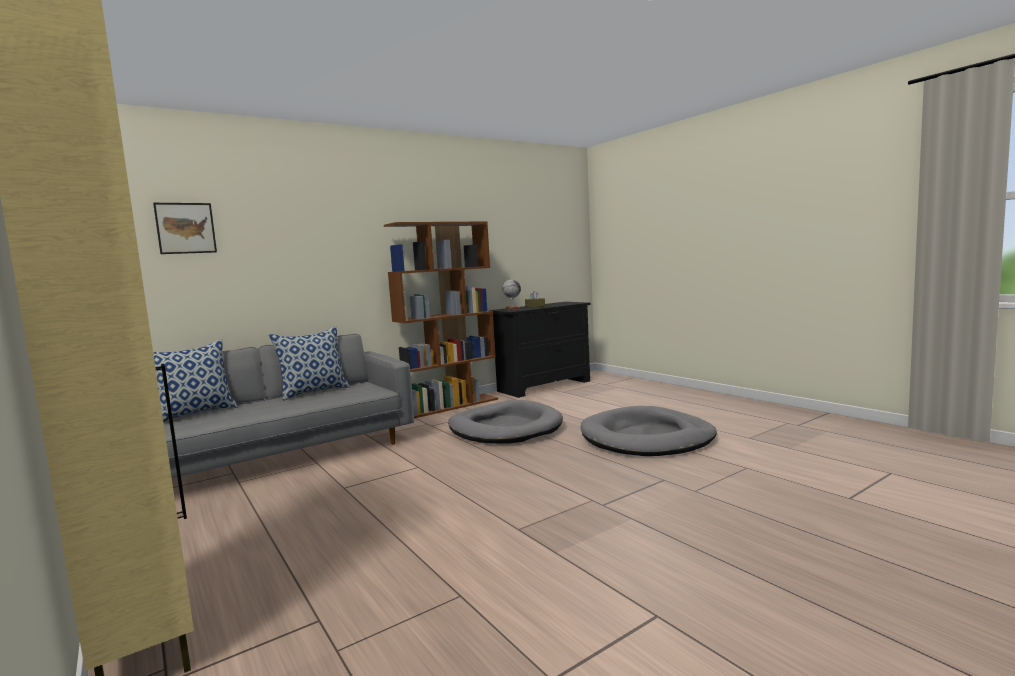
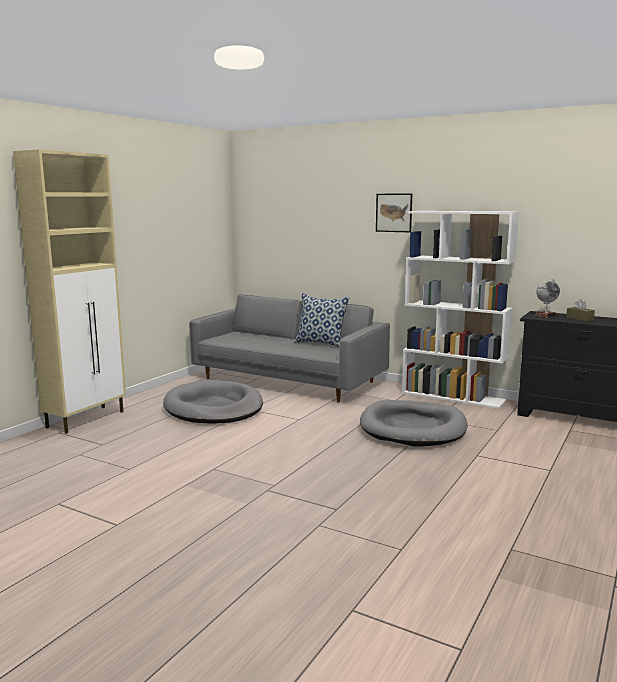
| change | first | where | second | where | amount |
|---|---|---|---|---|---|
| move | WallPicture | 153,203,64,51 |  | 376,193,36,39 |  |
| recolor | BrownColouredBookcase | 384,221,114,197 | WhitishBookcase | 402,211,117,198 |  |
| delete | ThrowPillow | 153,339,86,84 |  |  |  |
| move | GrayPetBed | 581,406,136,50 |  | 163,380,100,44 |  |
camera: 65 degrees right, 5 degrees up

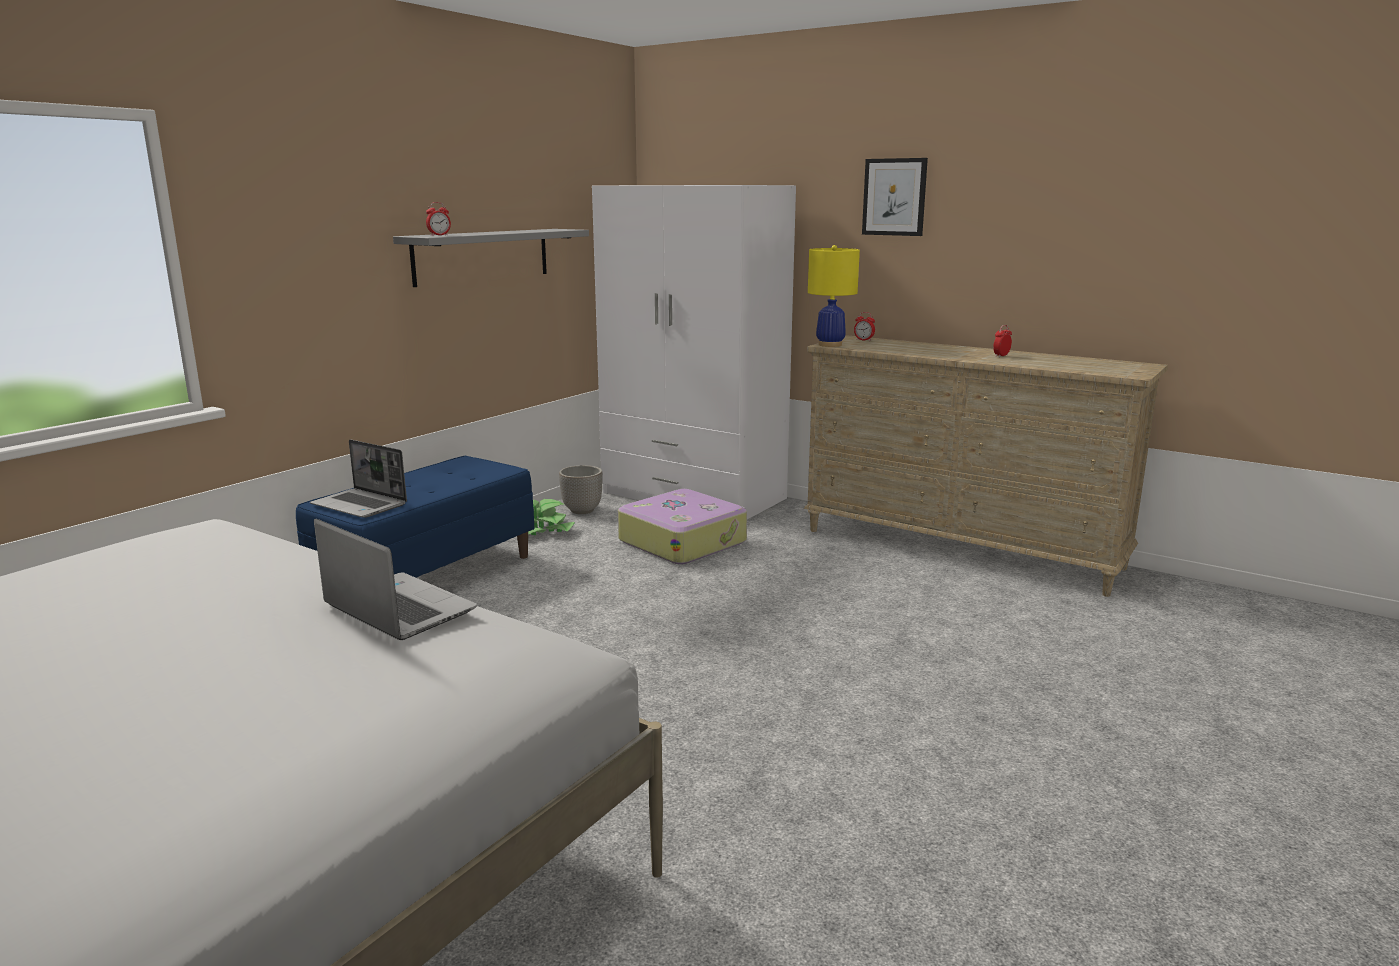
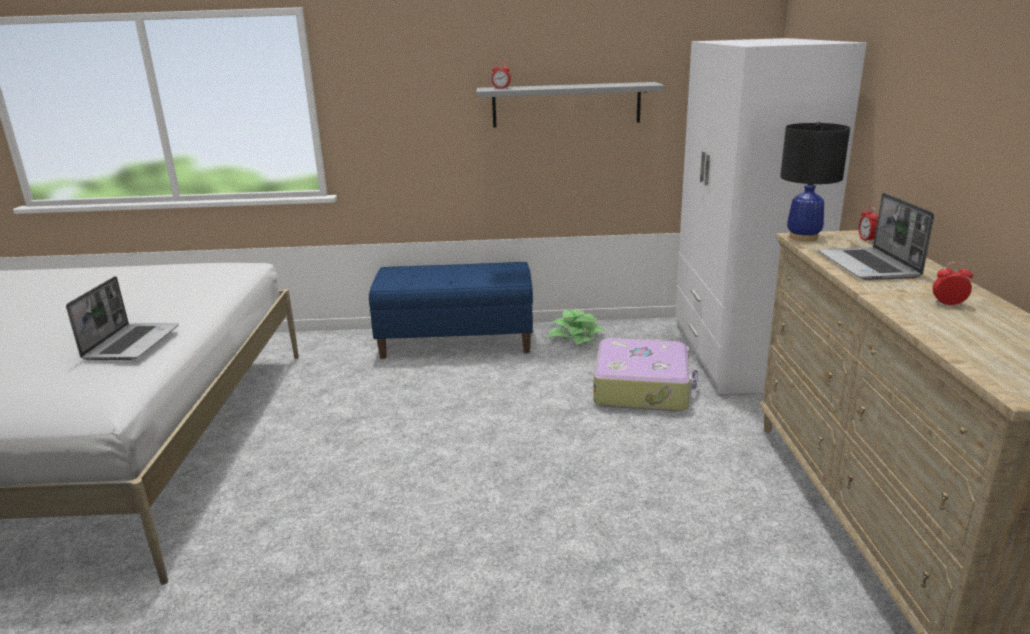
| change | first | where | second | where | amount |
|---|---|---|---|---|---|
| delete | WallPicture | 862,158,66,78 |  |  |  |
| recolor | YellowishTableLamp | 808,245,52,102 | BlackColouredTableLamp | 780,122,70,119 |  |
| move | NotebookComputer | 310,439,97,79 |  | 818,193,116,87 |  |
| delete | FlowerPot | 559,465,44,49 |  |  |  |
camera: 55 degrees right, 5 degrees up

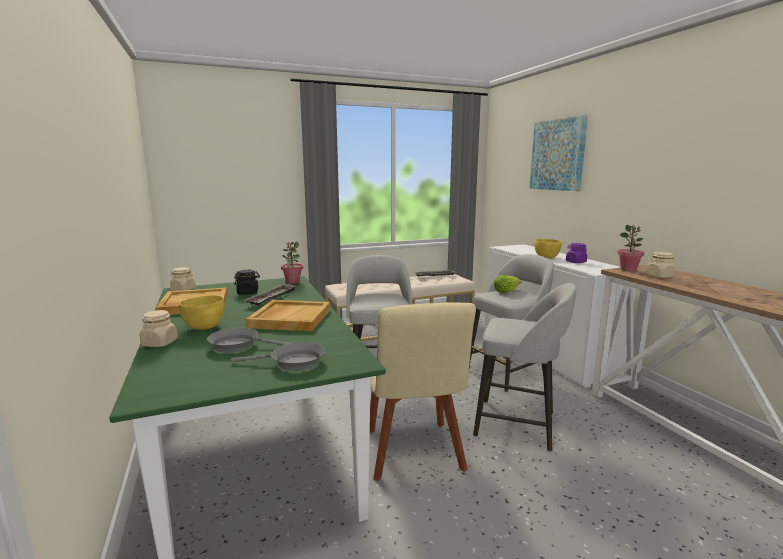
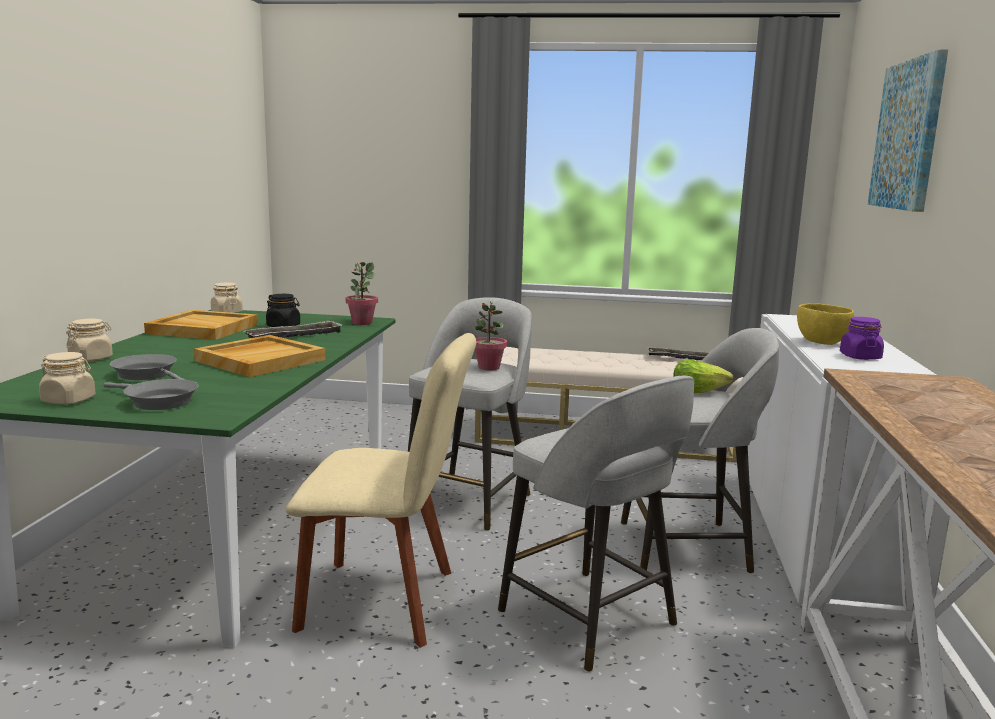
| change | first | where | second | where | amount |
|---|---|---|---|---|---|
| move | Houseplant | 617,225,27,46 |  | 475,301,32,69 |  |
| move | BeigeColouredPreserveJar | 646,252,30,26 |  | 39,352,57,52 |  |
| delete | YellowishDeepDish | 179,295,46,35 |  |  |  |
| rotate | BeigeColouredUprightChair | 370,302,106,179 |  | 285,333,191,315 | 105 degrees counterclockwise |
camera: 30 degrees right, 0 degrees up

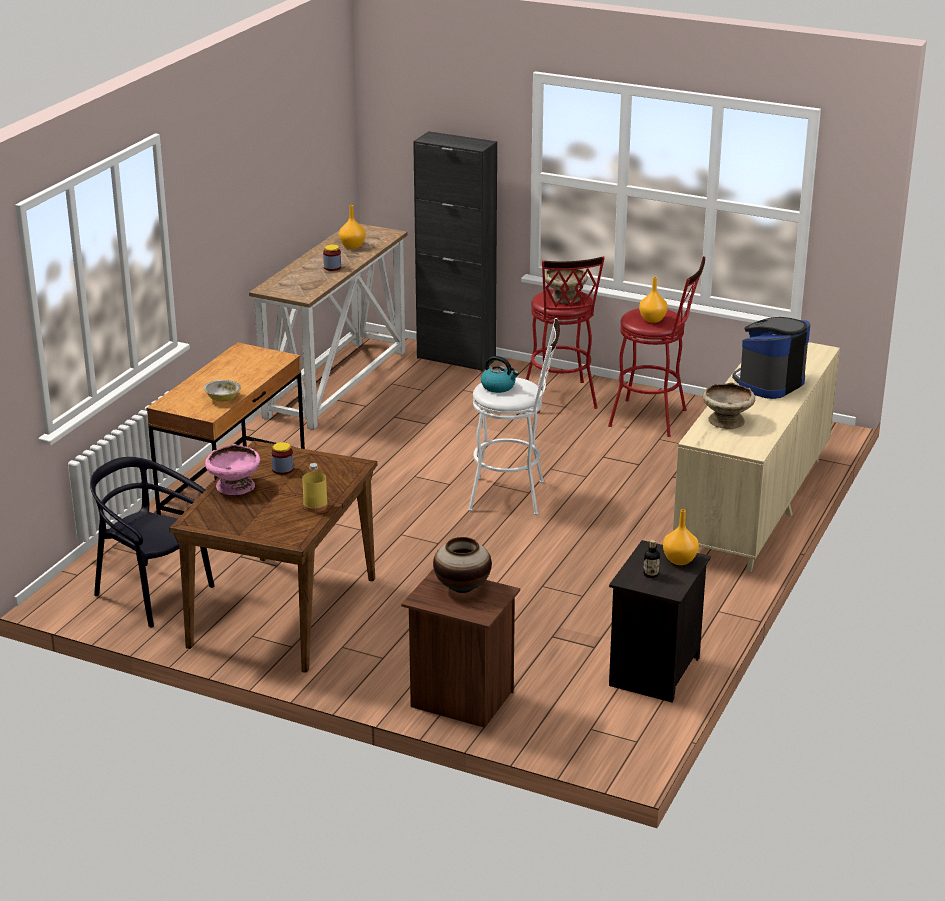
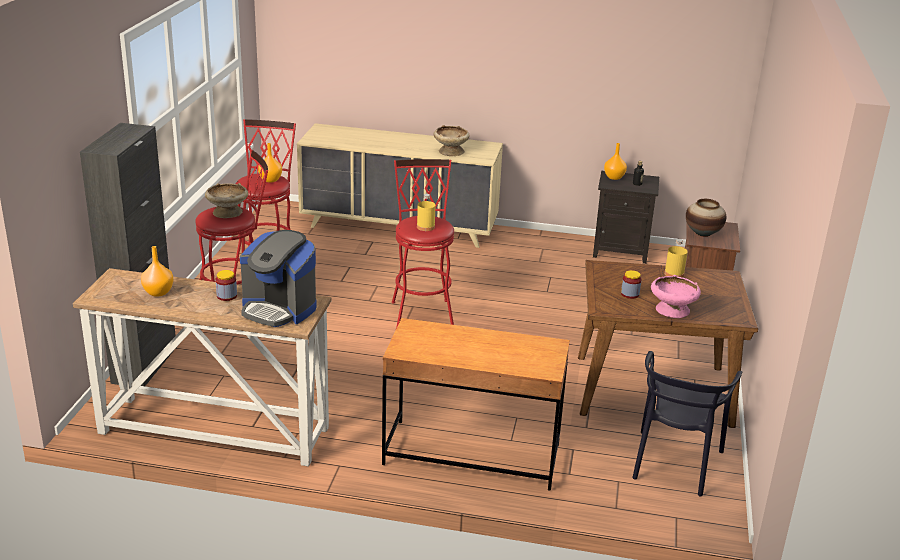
| change | first | where | second | where | amount |
|---|---|---|---|---|---|
| move | CoffeeBrewer | 732,317,78,82 |  | 240,230,77,97 |  |
| recolor | WhitishSittingStool | 468,318,92,197 | ReddishSittingStool | 392,159,62,169 |  |
| replace | TeaKettle | 481,356,38,37 | YellowishDrinkBottle | 417,194,18,37 |  |
| delete | DeepDish | 204,380,37,22 |  |  |  |
camera: 105 degrees left, 0 degrees up

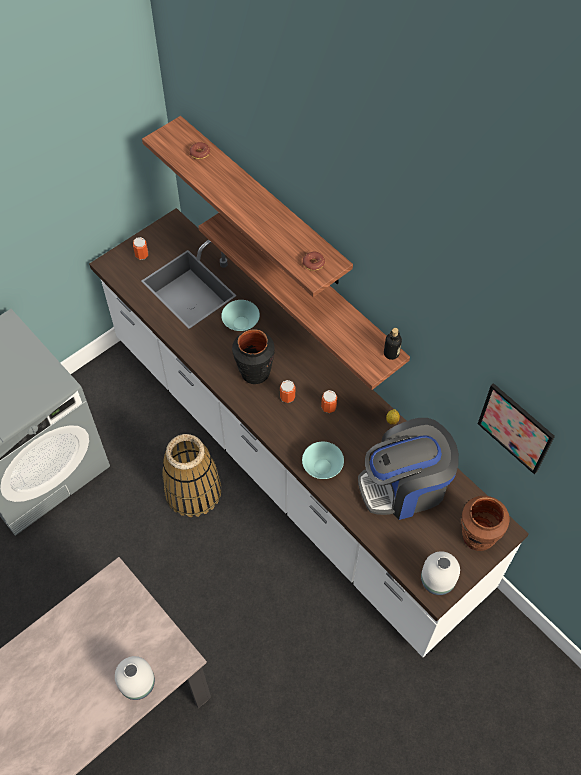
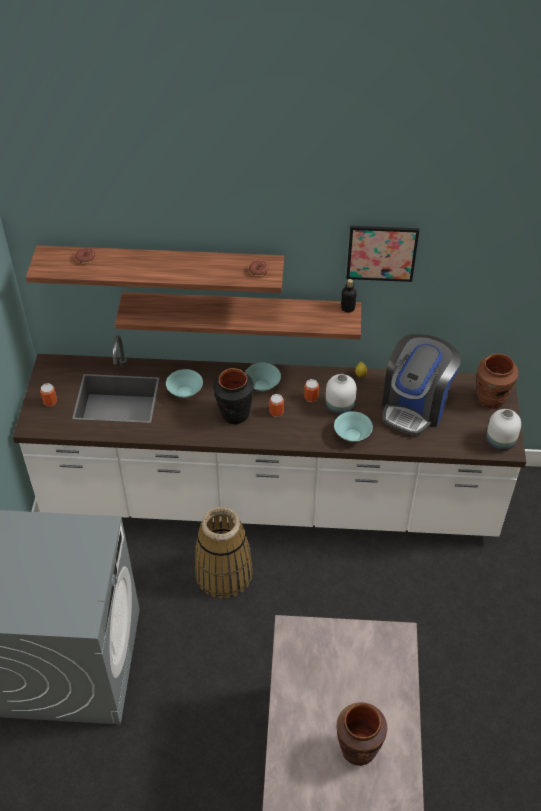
| change | first | where | second | where | amount |
|---|---|---|---|---|---|
| move | WallPicture | 478,383,77,91 |  | 346,226,73,56 |  |
| move | WhitishVase | 115,656,40,44 |  | 325,374,32,41 |  |
| insert |  |  | TurquoiseDeepDish | 245,363,36,28 |  |
| insert |  |  | BrownColouredVase | 336,702,52,64 |  |
camera: 45 degrees left, 10 degrees down

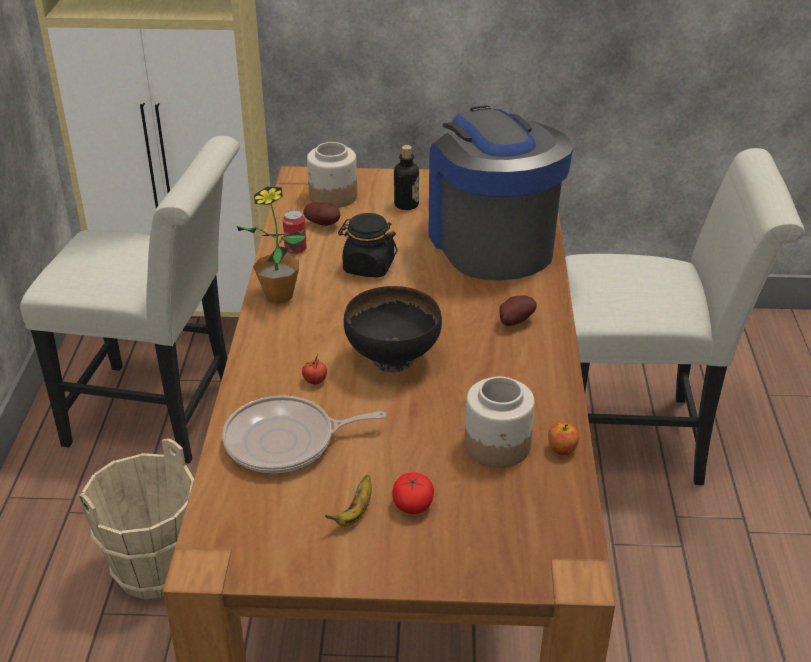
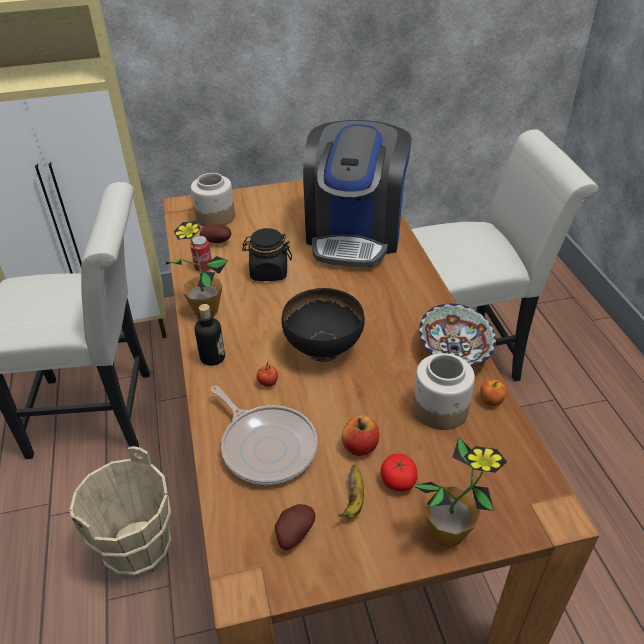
| change | first | where | second | where | amount |
|---|---|---|---|---|---|
| rotate | CoffeeBrewer | 428,105,145,175 |  | 303,120,109,147 | 135 degrees counterclockwise |
| move | DrinkBottle | 394,145,25,65 |  | 194,304,31,62 |  |
| move | Potato | 499,295,38,31 |  | 275,504,40,46 |  |
| rotate | Pan | 222,395,164,78 |  | 211,385,107,100 | 105 degrees counterclockwise |
| insert |  |  | DeepDish | 419,304,77,62 |  |
| insert |  |  | AppleFruit | 342,415,37,41 |  |
| insert |  |  | Houseplant | 412,437,95,111 |  |
camera: 15 degrees left, 5 degrees up

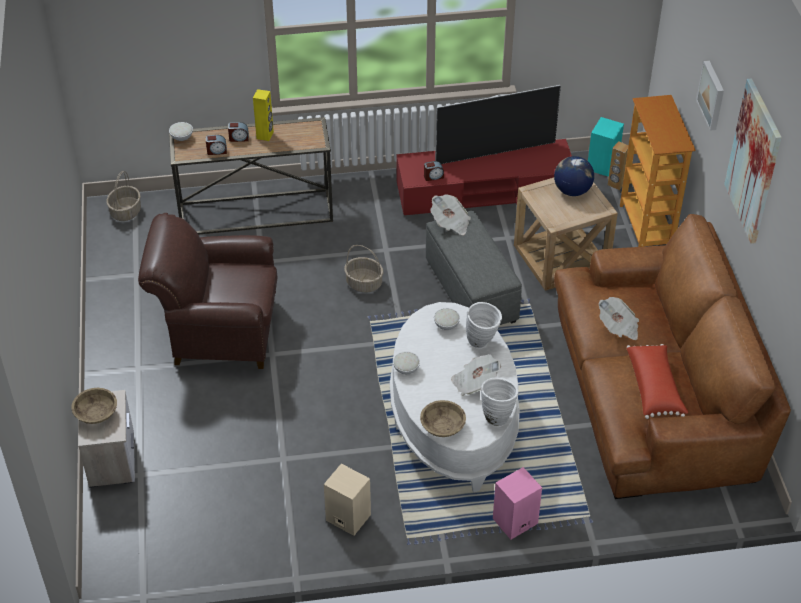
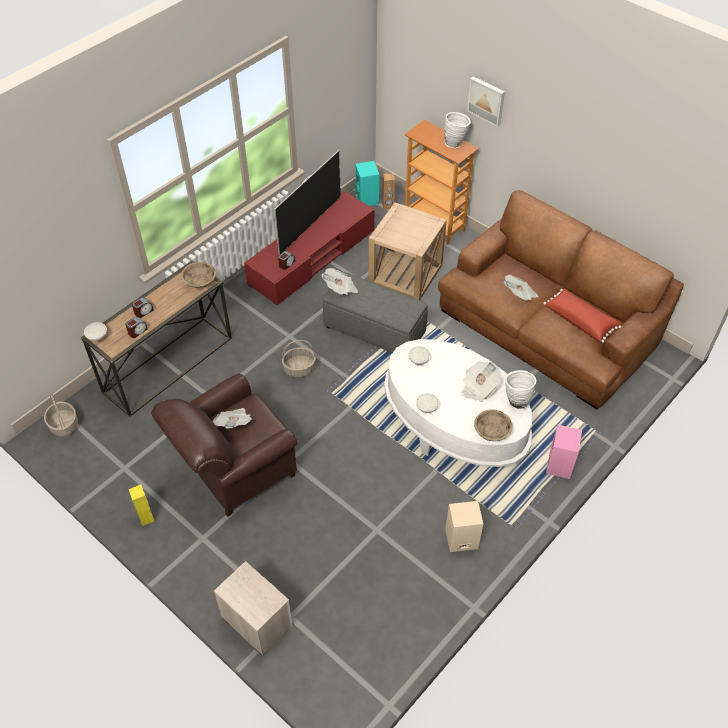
| change | first | where | second | where | amount |
|---|---|---|---|---|---|
| delete | WallPicture | 724,78,58,166 |  |  |  |
| move | YellowishLoudspeaker | 253,89,21,52 |  | 128,484,26,42 |  |
| delete | DeskGlobe | 554,156,40,40 |  |  |  |
| move | WhitishVase | 466,302,36,47 |  | 444,112,27,36 |  |
| move | BeigeColouredDeepDish | 71,388,46,36 |  | 181,262,35,26 |  |
| insert |  |  | DailyPaper | 213,408,40,20 |  |
camera: 40 degrees left, 5 degrees up

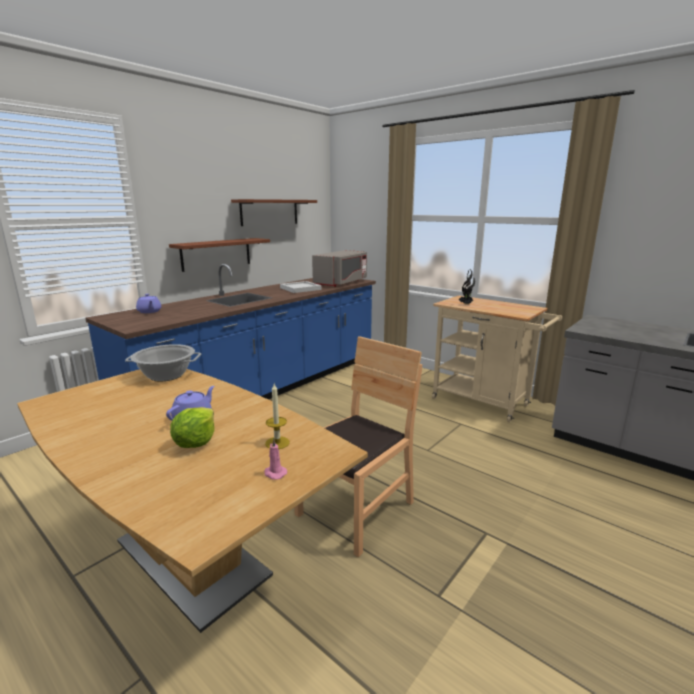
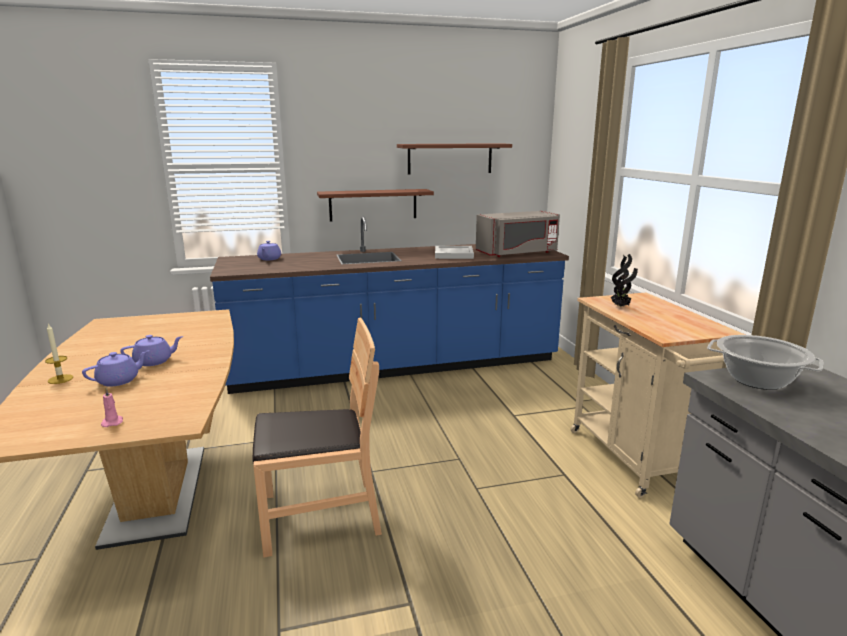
| change | first | where | second | where | amount |
|---|---|---|---|---|---|
| move | CookingPot | 125,344,76,38 |  | 707,335,116,55 |  |
| move | WaxCandle | 265,384,25,65 |  | 45,323,28,61 |  |
| replace | HeadOfLettuce | 170,407,45,41 | PurplePotForTea | 82,350,67,36 |  |
camera: 35 degrees right, 0 degrees up

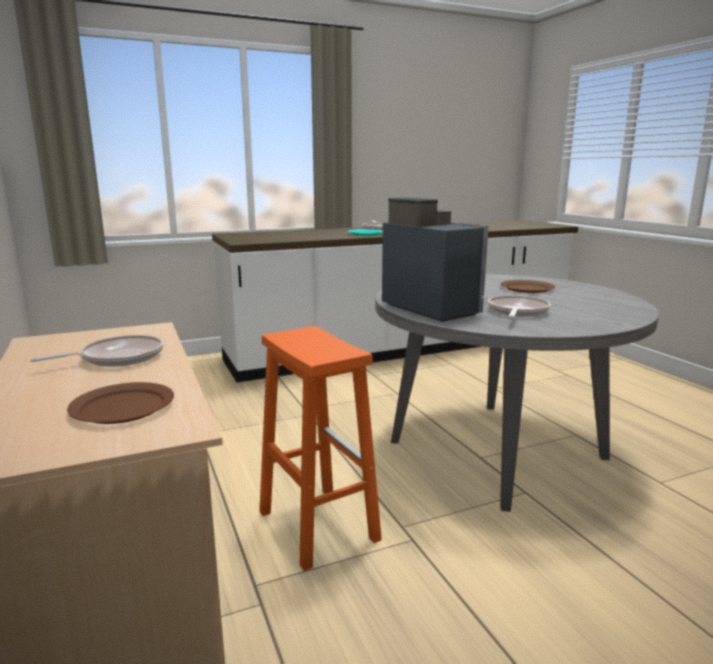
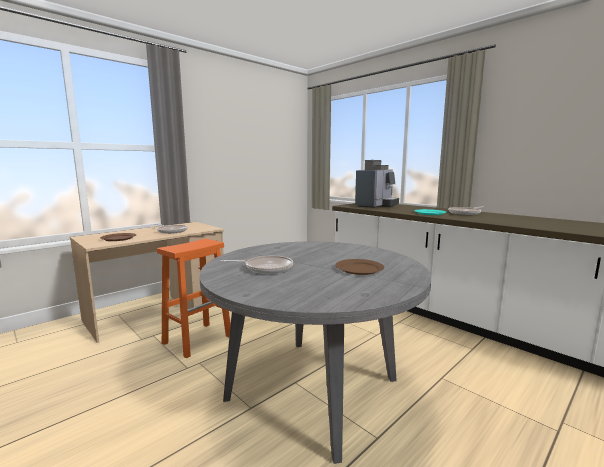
| change | first | where | second | where | amount |
|---|---|---|---|---|---|
| move | CoffeeBrewer | 382,197,107,125 |  | 355,160,44,48 |  |
camera: 70 degrees right, 5 degrees down

